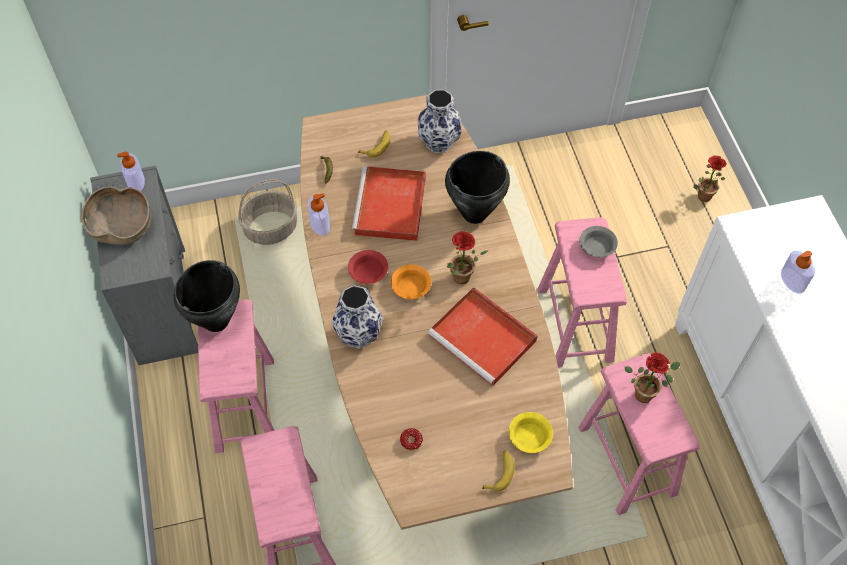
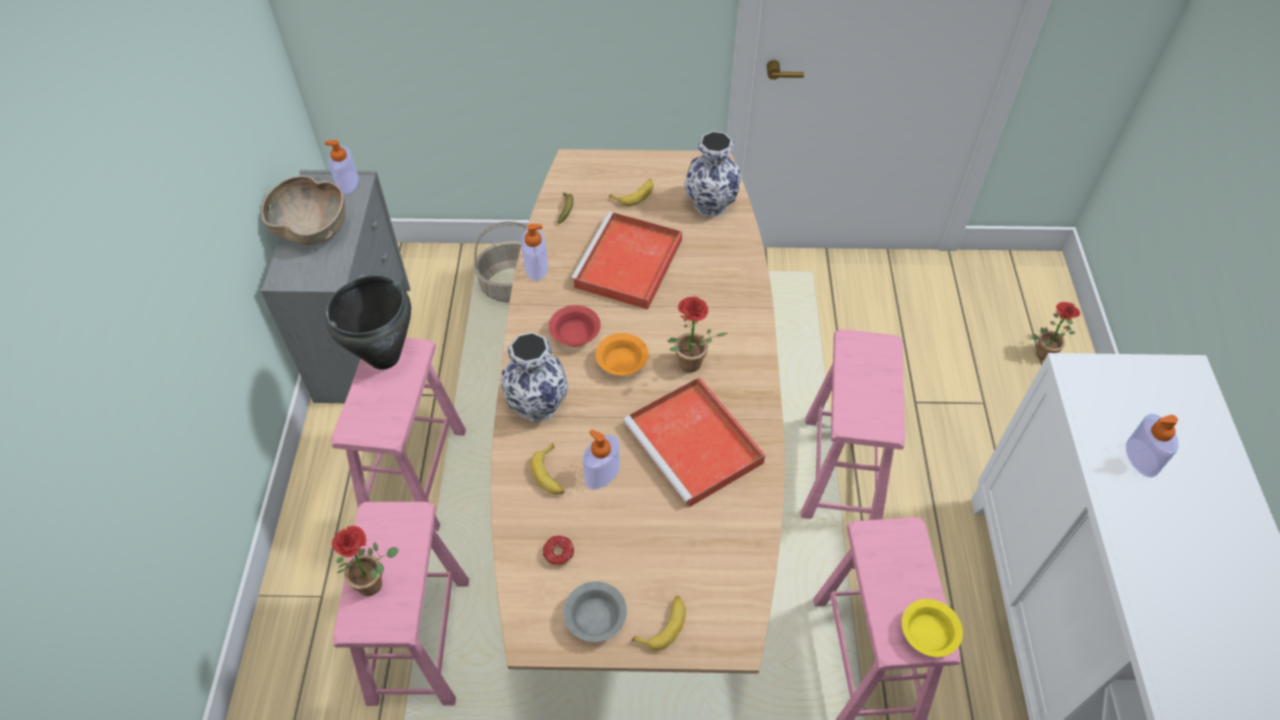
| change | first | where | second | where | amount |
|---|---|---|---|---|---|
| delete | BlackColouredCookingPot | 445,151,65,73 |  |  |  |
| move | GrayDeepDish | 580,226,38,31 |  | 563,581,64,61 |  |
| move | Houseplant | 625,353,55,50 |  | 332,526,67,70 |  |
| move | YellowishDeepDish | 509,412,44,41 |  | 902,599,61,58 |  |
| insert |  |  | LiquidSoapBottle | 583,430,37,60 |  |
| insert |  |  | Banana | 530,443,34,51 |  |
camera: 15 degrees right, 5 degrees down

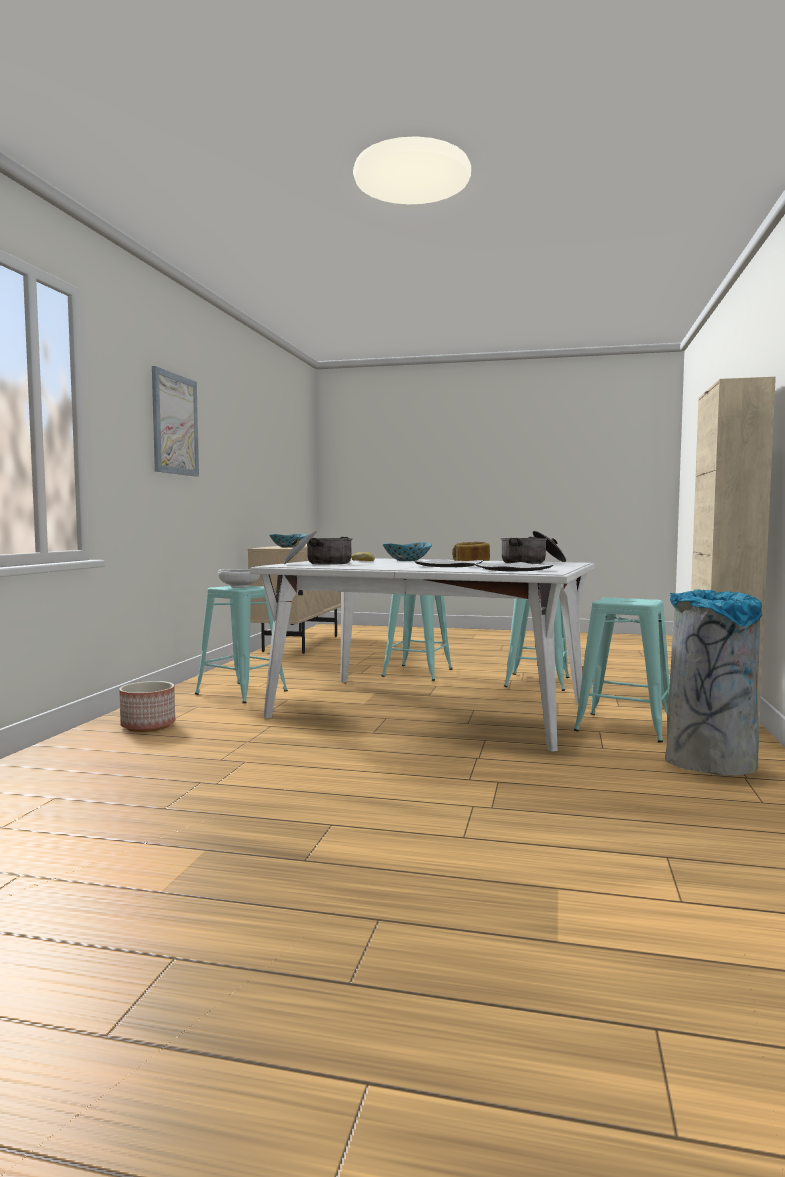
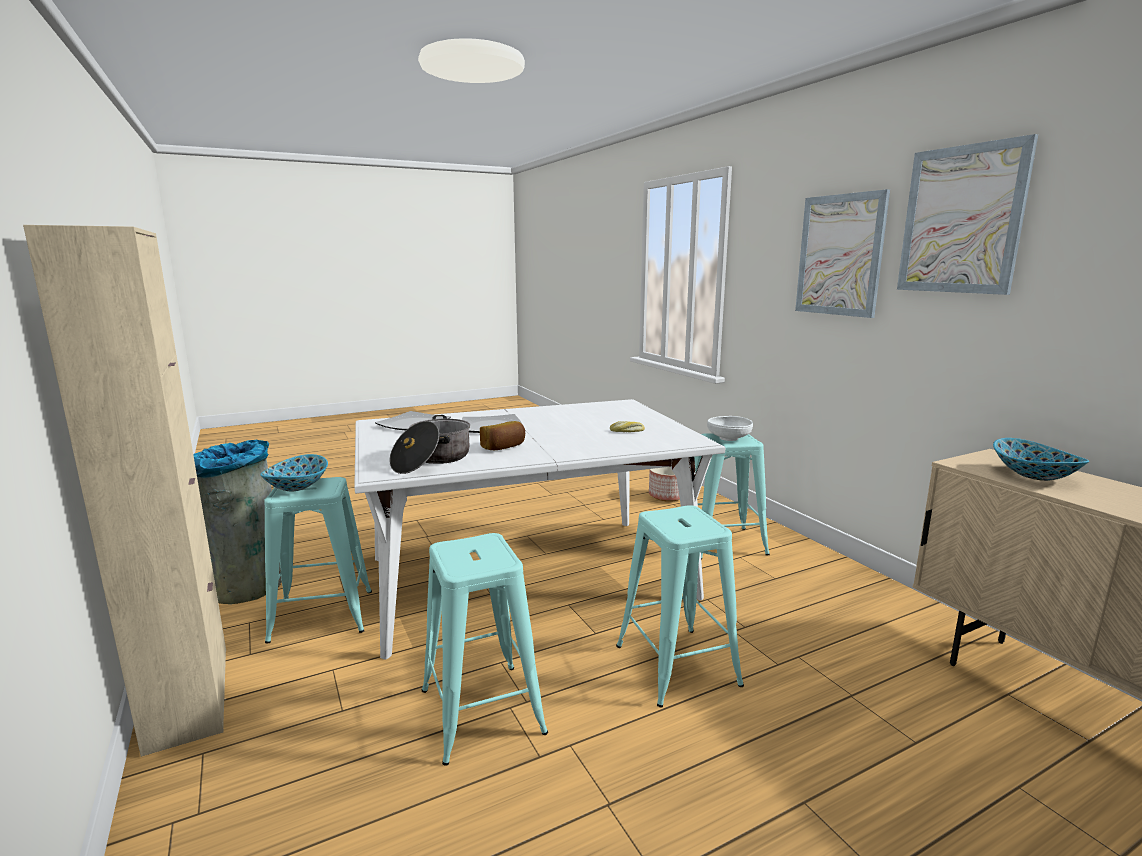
| change | first | where | second | where | amount |
|---|---|---|---|---|---|
| delete | CookingPot | 284,531,69,34 |  |  |  |
| move | DeepDish | 383,542,49,19 |  | 260,454,68,38 |  |
| insert |  |  | WallPicture | 897,134,141,161 |  |
camera: 140 degrees right, 10 degrees up

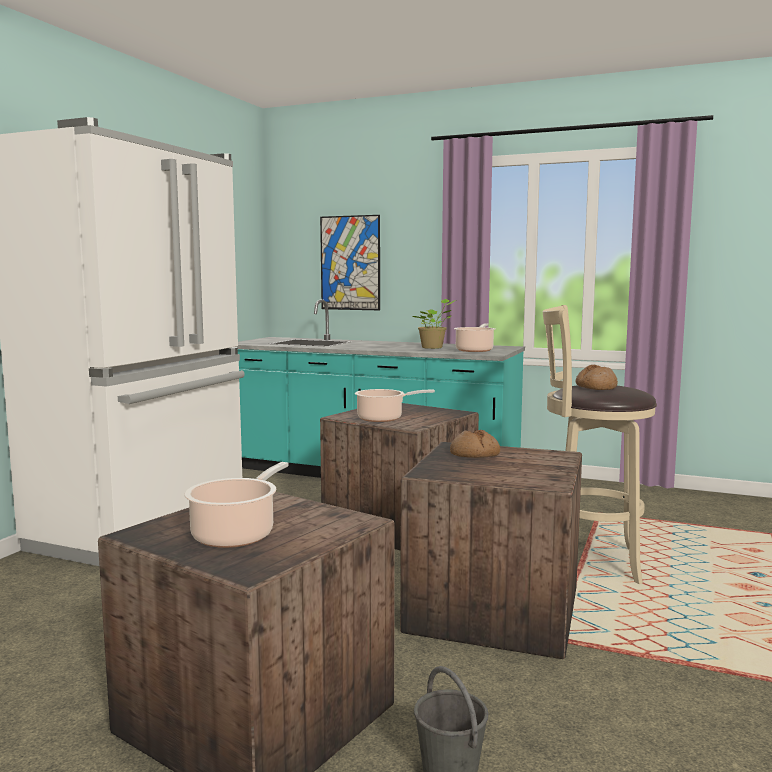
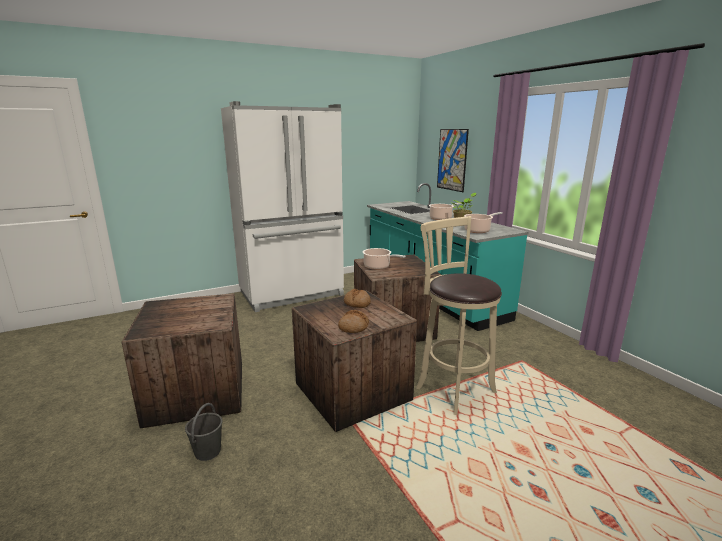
| change | first | where | second | where | amount |
|---|---|---|---|---|---|
| move | BakeryBread | 575,365,43,25 |  | 338,310,31,23 |  |
| move | CookingPot | 185,462,104,86 |  | 429,203,33,17 |  |
camera: 40 degrees right, 10 degrees up

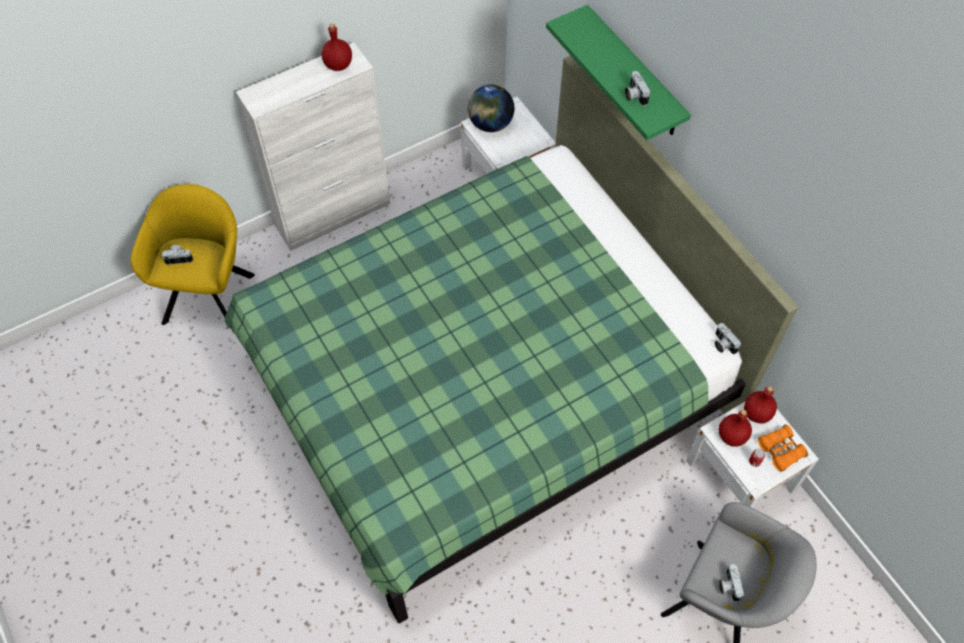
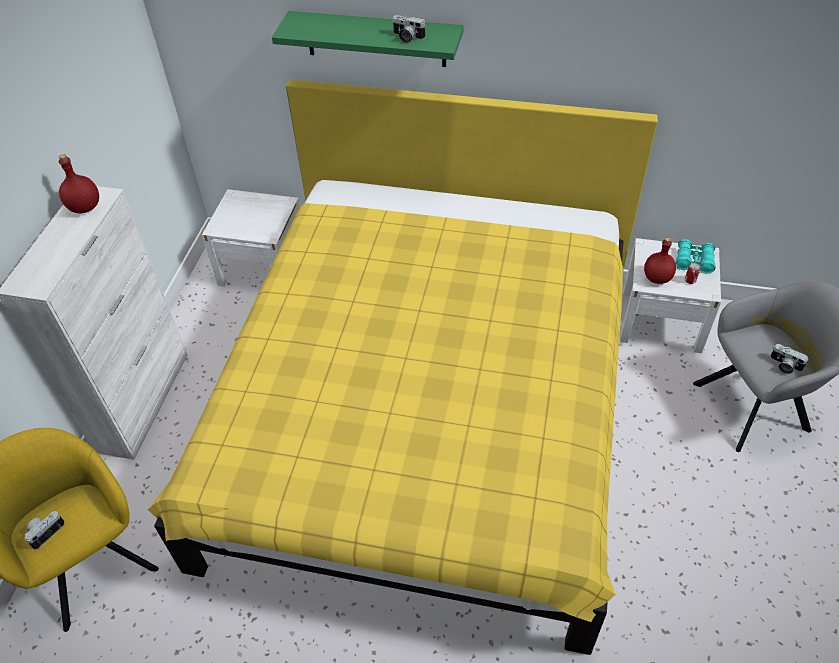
| change | first | where | second | where | amount |
|---|---|---|---|---|---|
| recolor | GreenBed | 224,55,574,569 | YellowishBed | 148,79,510,576 |  |
| delete | DeskGlobe | 468,85,46,47 |  |  |  |
| delete | PhotoCamera | 715,323,26,31 |  |  |  |
| delete | ReddishDrinkBottle | 744,386,33,38 |  |  |  |
| recolor | OrangeColouredPairOfBinoculars | 758,424,50,48 | TurquoisePairOfBinoculars | 675,239,41,35 |  |
camera: 45 degrees left, 10 degrees down

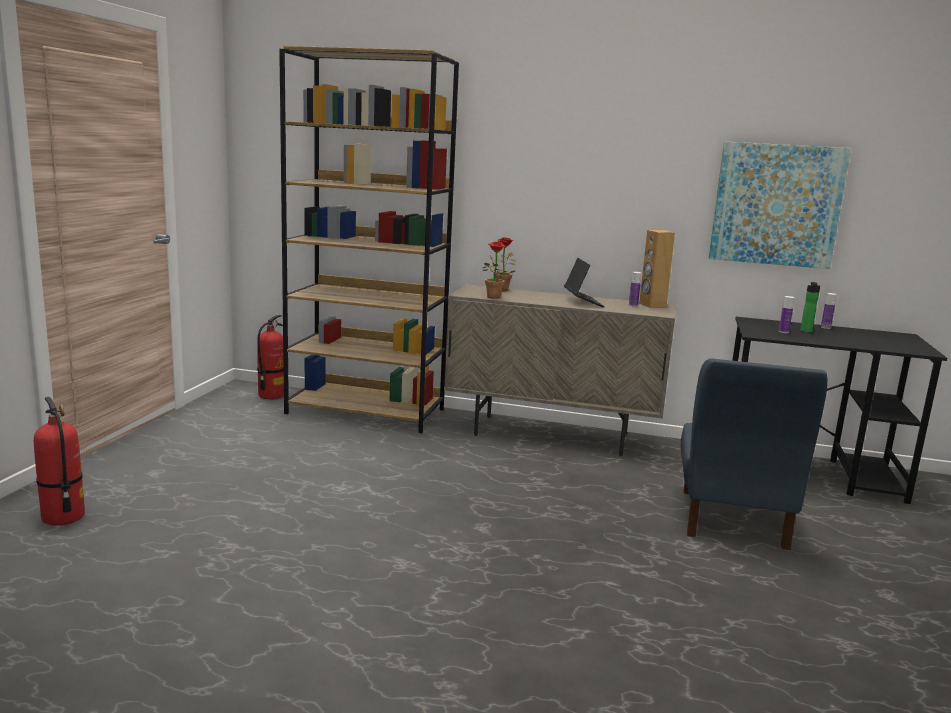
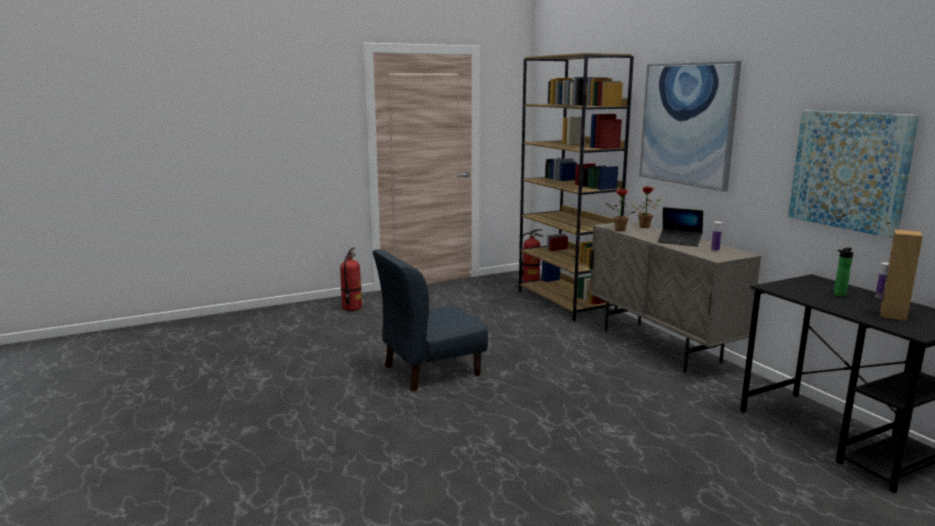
| change | first | where | second | where | amount |
|---|---|---|---|---|---|
| move | BrownColouredLoudspeaker | 639,230,36,78 |  | 880,229,43,92 |  |
| rotate | NotebookComputer | 564,258,40,49 |  | 658,207,45,40 | 75 degrees clockwise |
| delete | DrinkBottle | 779,296,16,37 |  |  |  |
| move | BlueColouredUprightChair | 681,359,147,191 |  | 373,249,115,142 |  |
| insert |  |  | WallPicture | 639,61,102,131 |  |
camera: 50 degrees right, 0 degrees up

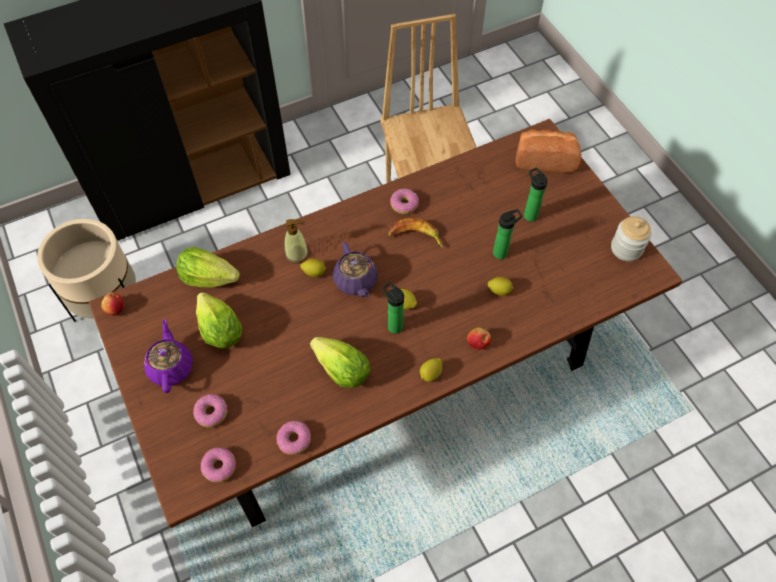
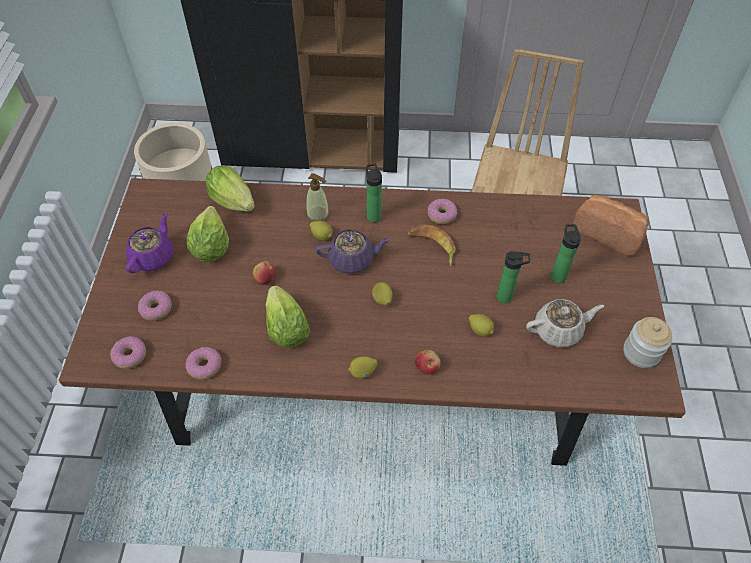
| change | first | where | second | where | amount |
|---|---|---|---|---|---|
| rotate | PurplePotForTea | 333,242,45,55 |  | 316,229,74,45 | 105 degrees counterclockwise |
| move | DrinkBottle | 382,282,22,52 |  | 366,164,16,59 |  |
| move | AppleFruit | 101,292,23,24 |  | 252,261,23,24 |  |
| insert |  |  | BeigeColouredPotForTea | 526,299,78,48 |  |
camera: 30 degrees right, 5 degrees down

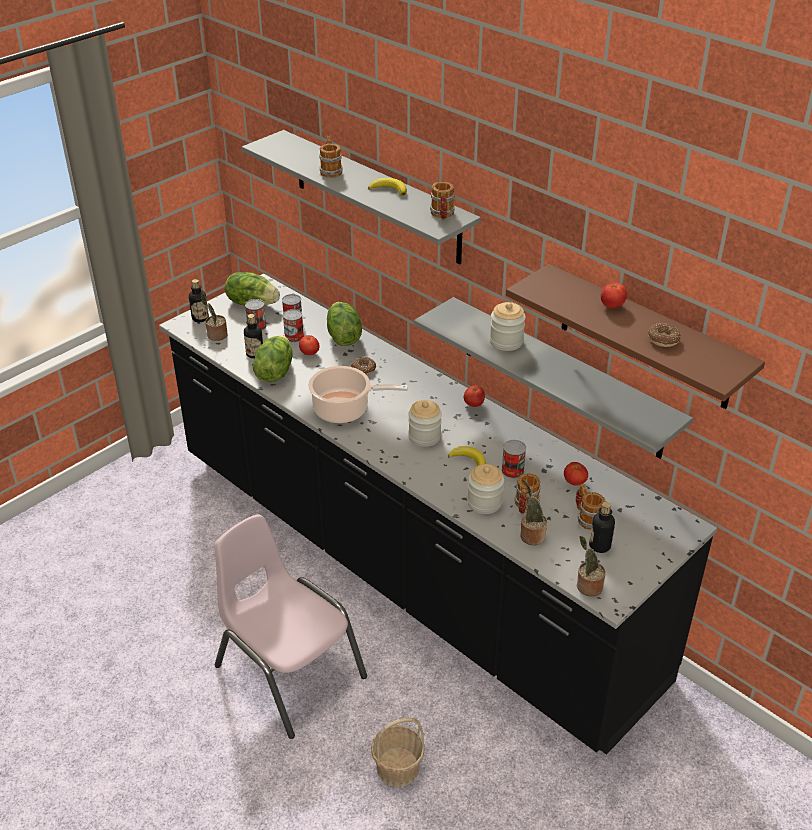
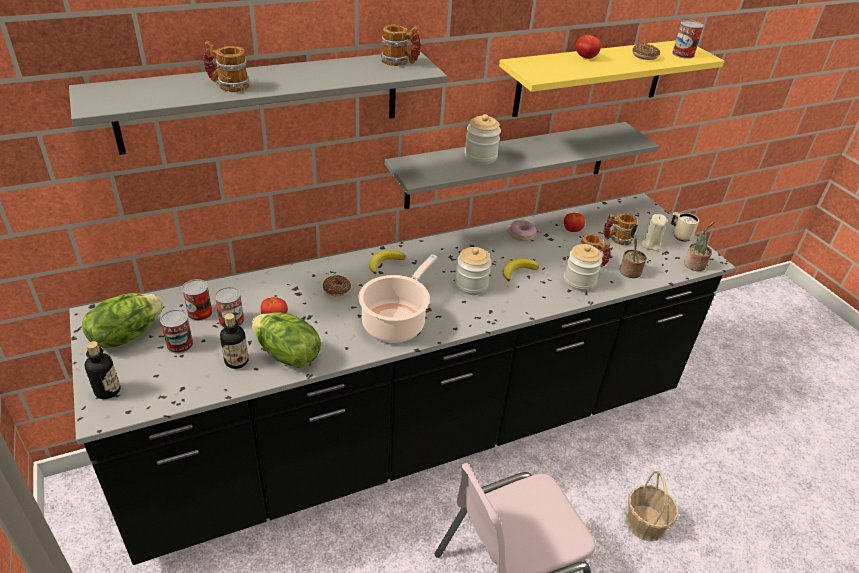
| change | first | where | second | where | amount |
|---|---|---|---|---|---|
| move | Banana | 368,178,39,18 |  | 369,250,36,24 |  |
| recolor | BrownColouredBracketShelf | 506,264,259,145 | YellowishBracketShelf | 499,40,225,77 |  |
| delete | Houseplant | 201,293,27,48 |  |  |  |
| delete | HeadOfLettuce | 327,302,35,44 |  |  |  |
| delete | WholeTomato | 464,386,21,21 |  |  |  |
| move | MetalCan | 502,440,24,38 |  | 672,20,32,39 |  |
| replace | DrinkBottle | 589,502,26,51 | BeigeColouredWaxCandle | 641,214,26,37 |  |
| insert |  |  | BeigeColouredMug | 670,212,29,30 |  |
| insert |  |  | Doughnut | 508,220,28,21 |  |
camera: 70 degrees left, 0 degrees up

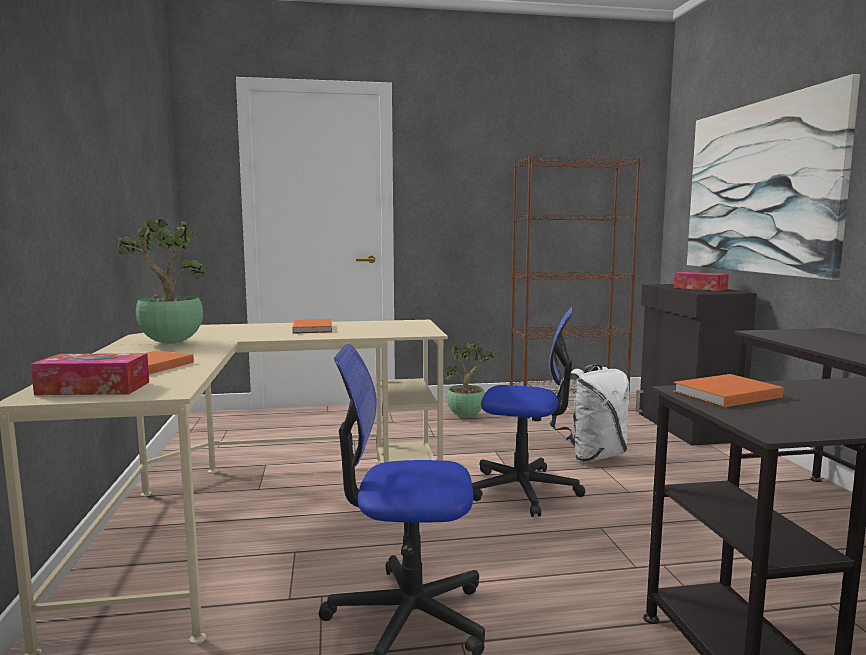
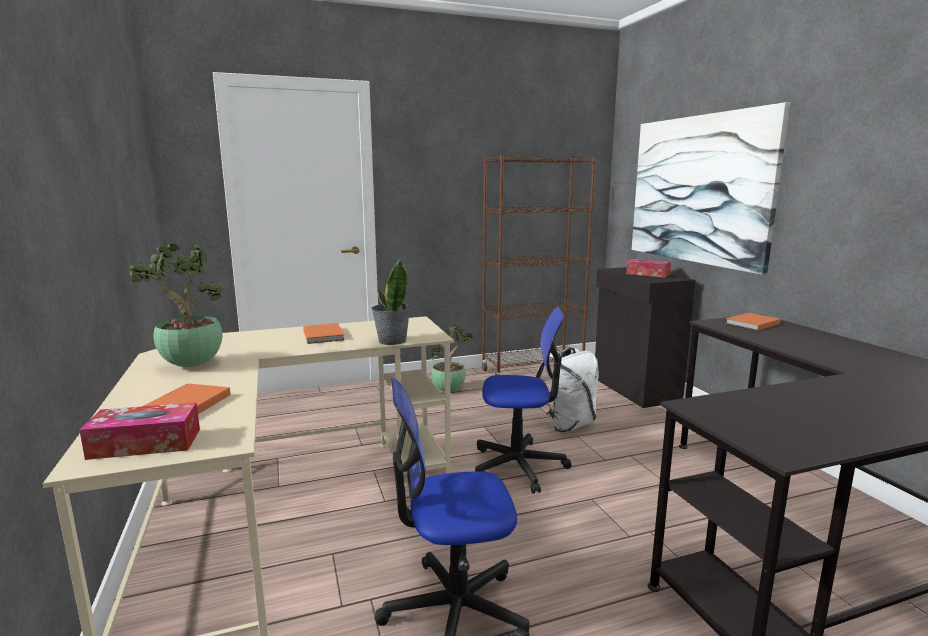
| change | first | where | second | where | amount |
|---|---|---|---|---|---|
| move | OrangeColouredBoundBook | 673,374,110,33 |  | 725,313,56,18 |  |
| insert |  |  | Houseplant | 371,258,39,87 |  |
camera: 10 degrees left, 5 degrees up

